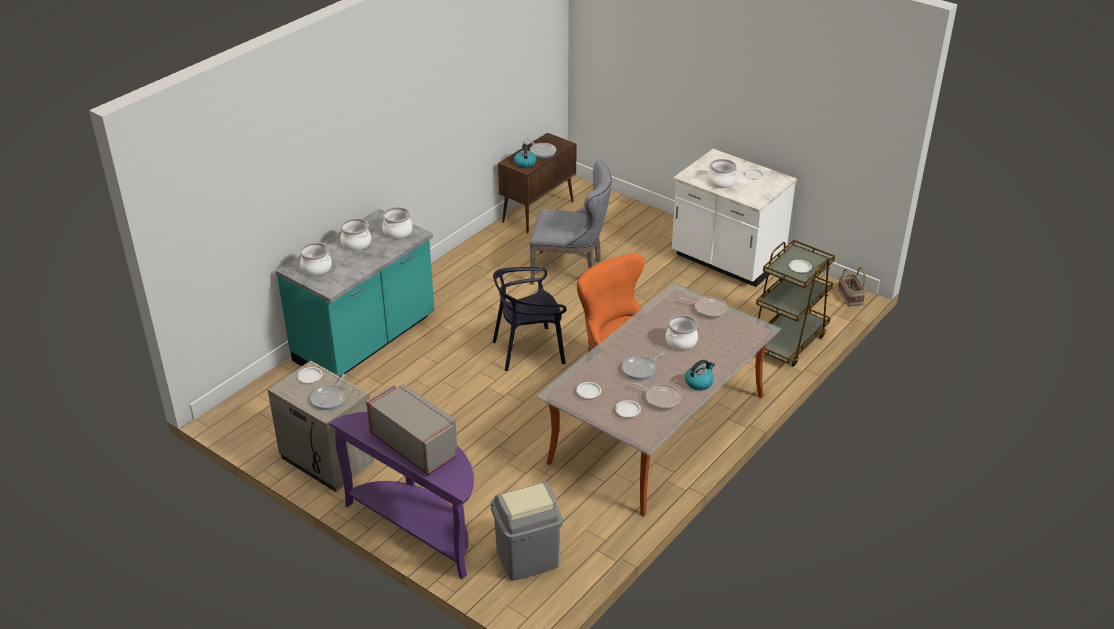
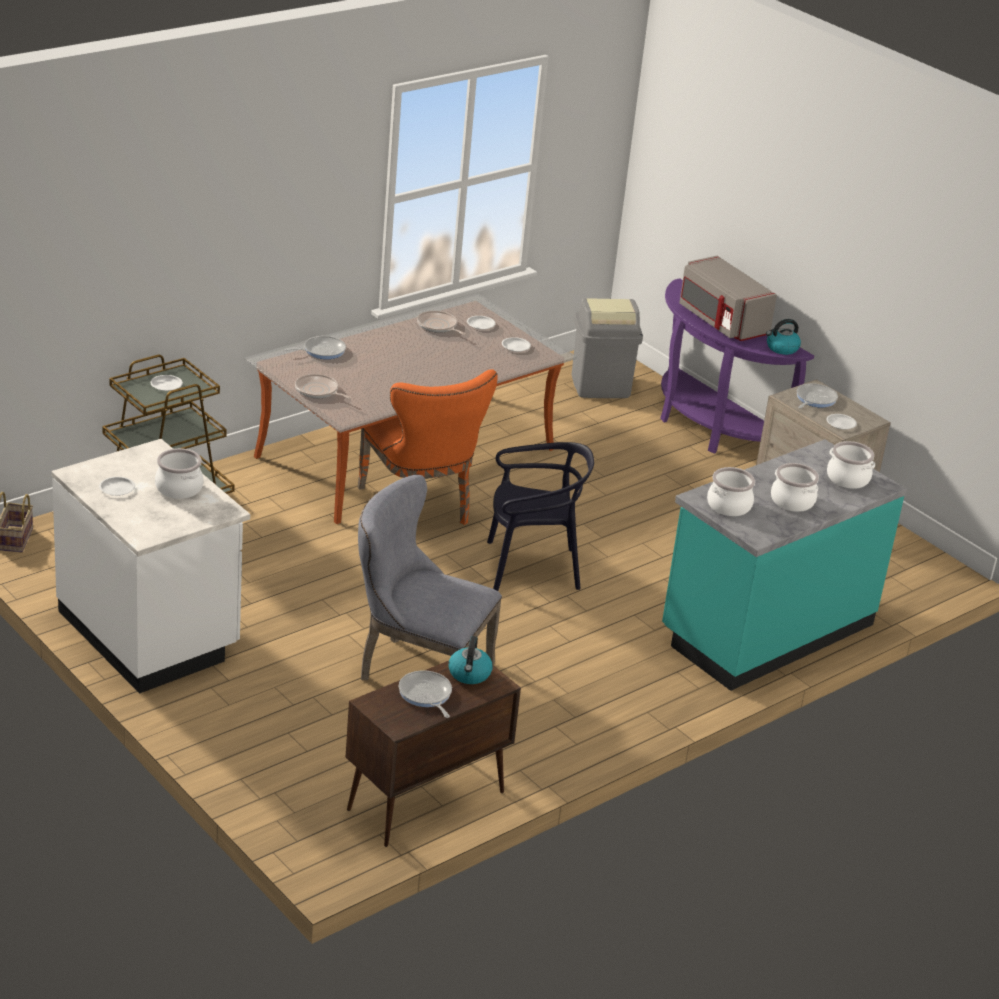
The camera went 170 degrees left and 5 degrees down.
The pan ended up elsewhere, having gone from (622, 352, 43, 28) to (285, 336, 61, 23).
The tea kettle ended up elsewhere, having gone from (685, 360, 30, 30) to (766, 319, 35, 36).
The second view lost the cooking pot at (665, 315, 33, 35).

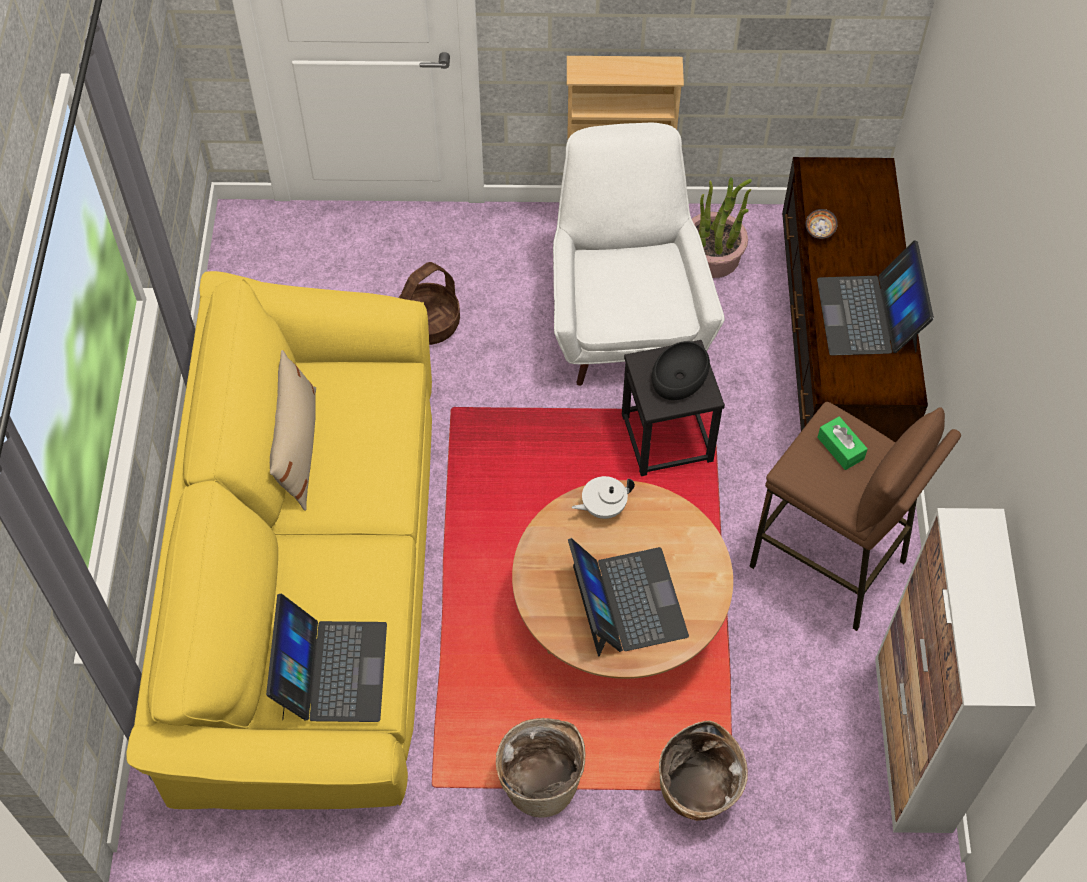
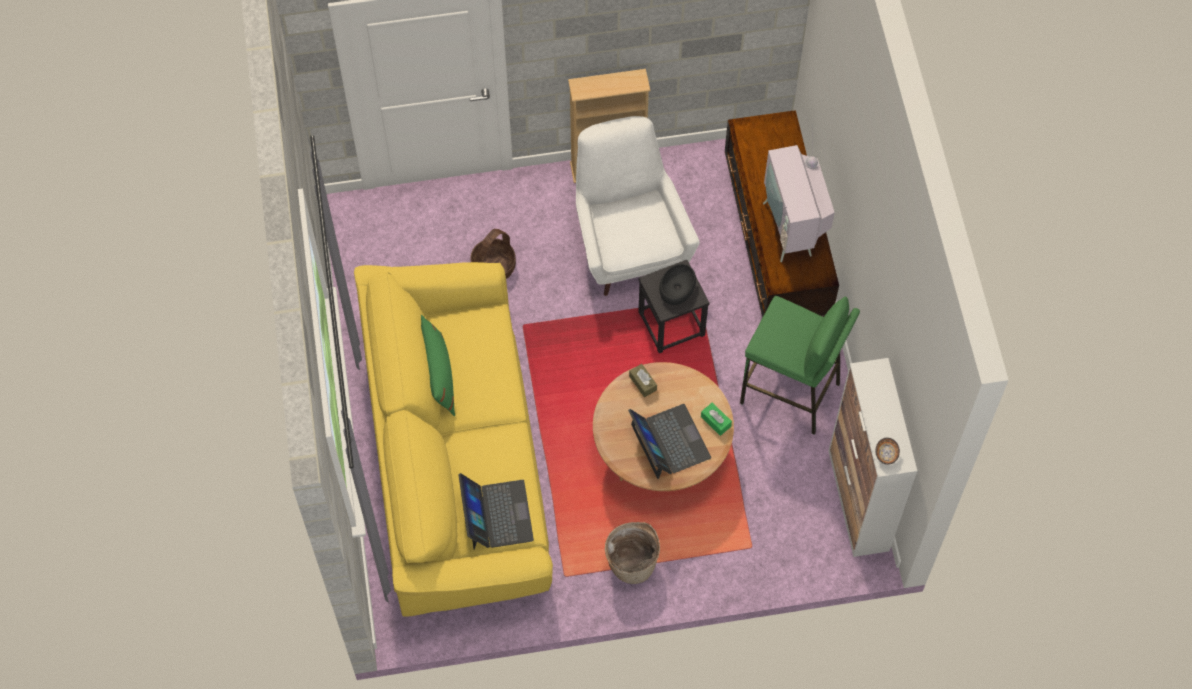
The camera went 10 degrees left and 5 degrees up.
What was the beige-coloured throw pillow at (270, 350, 46, 161) turned into the green-coloured throw pillow at (421, 315, 34, 101).
Where the white teapot stood at (572, 476, 63, 43), the brown box of tissues came to stand at (629, 364, 28, 33).
The green-coloured box of tissues ended up elsewhere, having gone from (817, 416, 51, 54) to (701, 403, 31, 33).
What was the brown sitting stool at (749, 402, 212, 229) turned into the green-coloured sitting stool at (740, 296, 120, 139).
Where the portable computer stood at (817, 240, 117, 116), the TV set came to stand at (763, 124, 72, 138).
The deep dish ended up elsewhere, having gone from (805, 209, 33, 30) to (875, 438, 25, 27).
The second view lost the household basket at (659, 721, 89, 100).
The second view lost the potted plant at (692, 177, 60, 101).

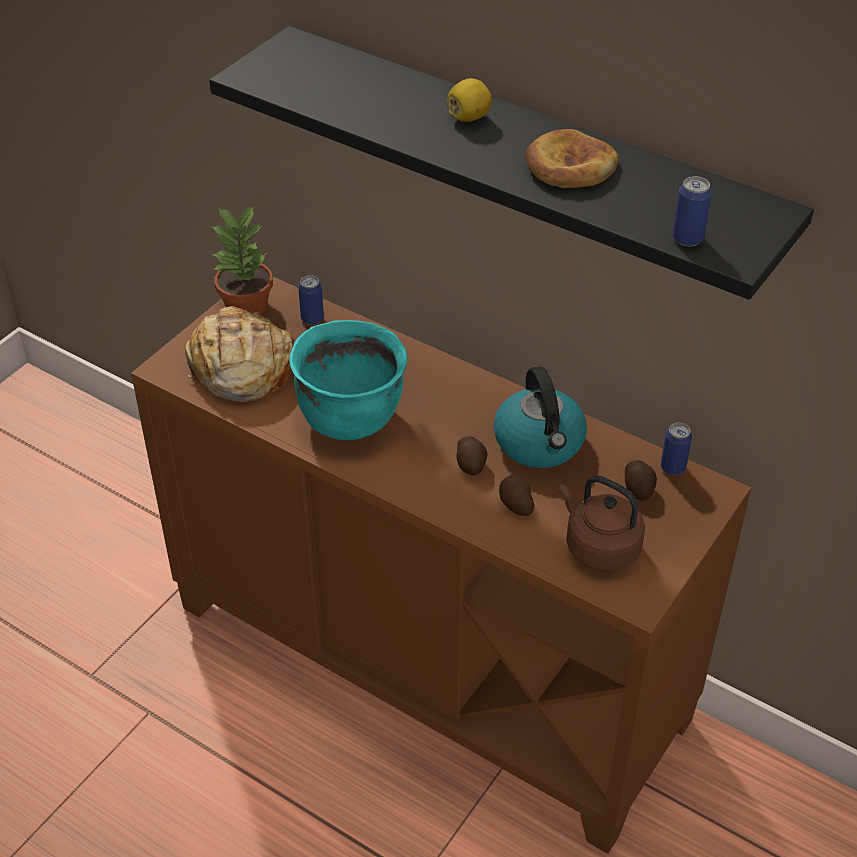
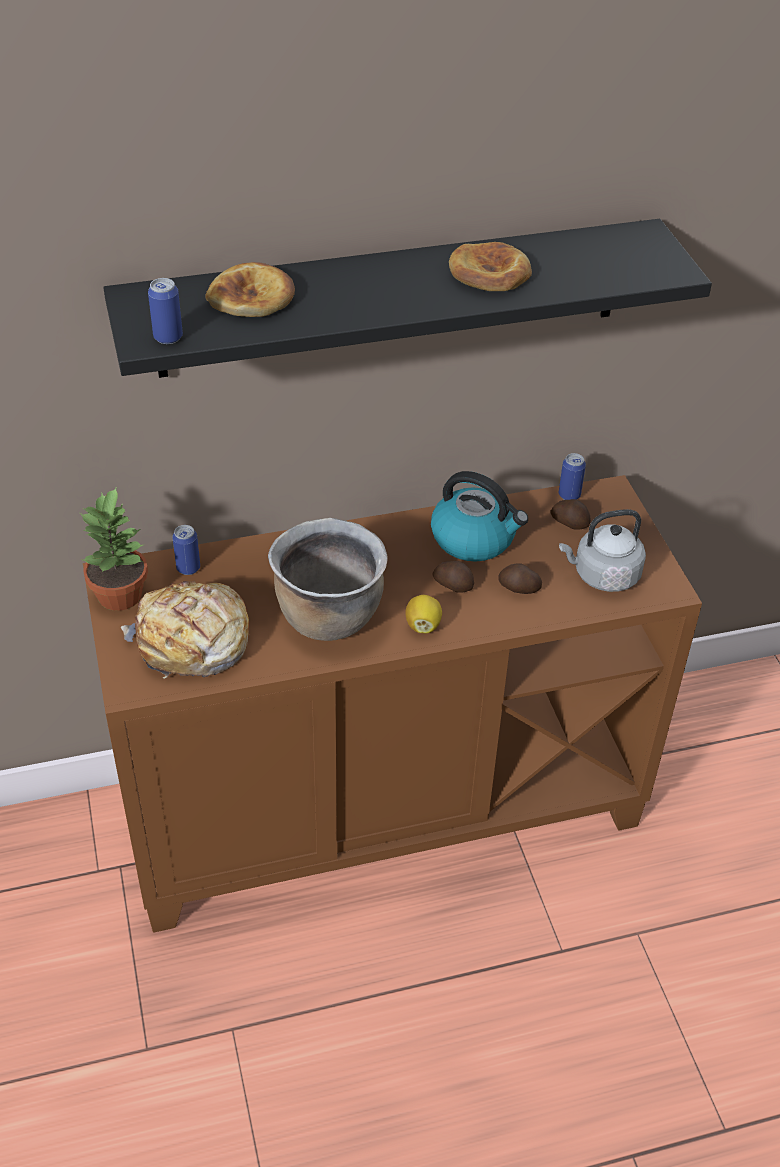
The camera went 50 degrees left and 0 degrees up.
The metal can ended up elsewhere, having gone from (673, 176, 39, 70) to (148, 278, 35, 66).
The second view gained the bakery bread at (205, 262, 90, 55).
What was the turquoise-coloured cooking pot at (289, 320, 119, 120) turned into the brown cooking pot at (268, 518, 119, 123).
The lemon ended up elsewhere, having gone from (447, 78, 45, 44) to (406, 595, 36, 39).
What was the brown tea kettle at (559, 476, 86, 95) turned into the greyish tea kettle at (559, 509, 87, 83).

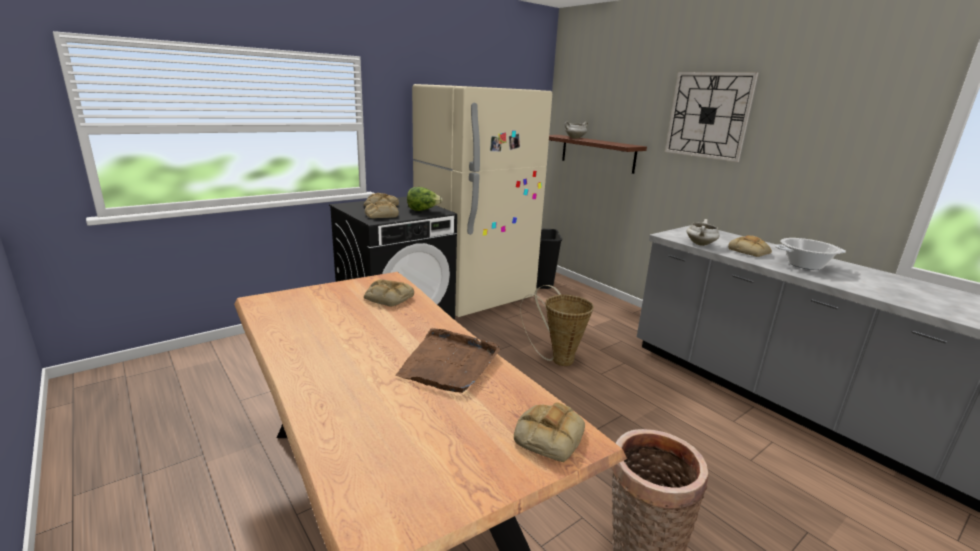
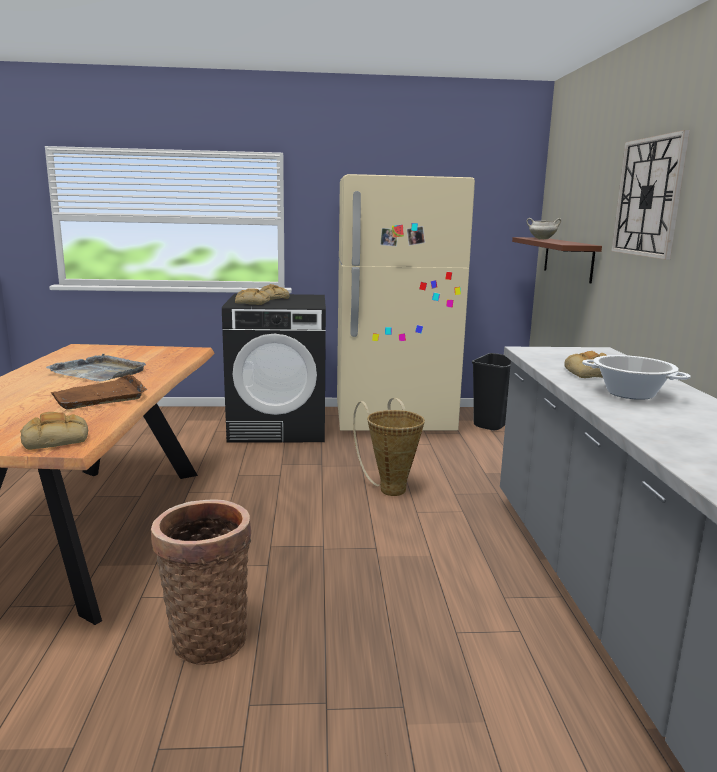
The camera went 35 degrees right and 5 degrees down.
The second view gained the greyish serving tray at (46, 354, 100, 28).
The second view lost the bakery bread at (364, 279, 50, 28).
The second view lost the lettuce at (407, 187, 36, 24).
The second view lost the white cooking pot at (687, 219, 33, 27).

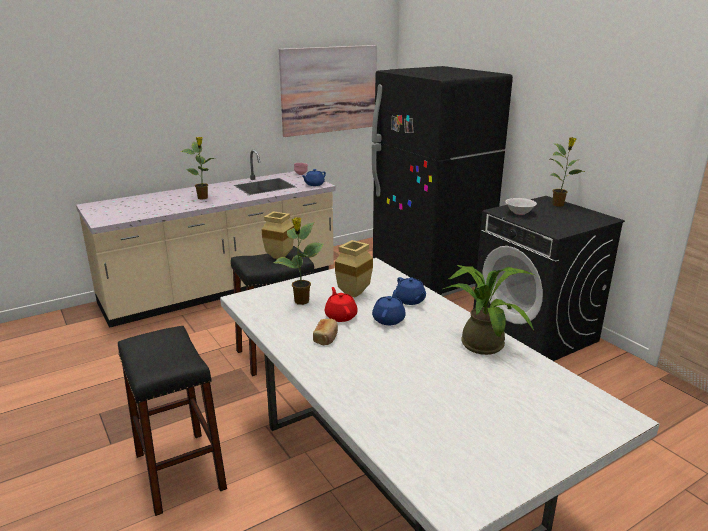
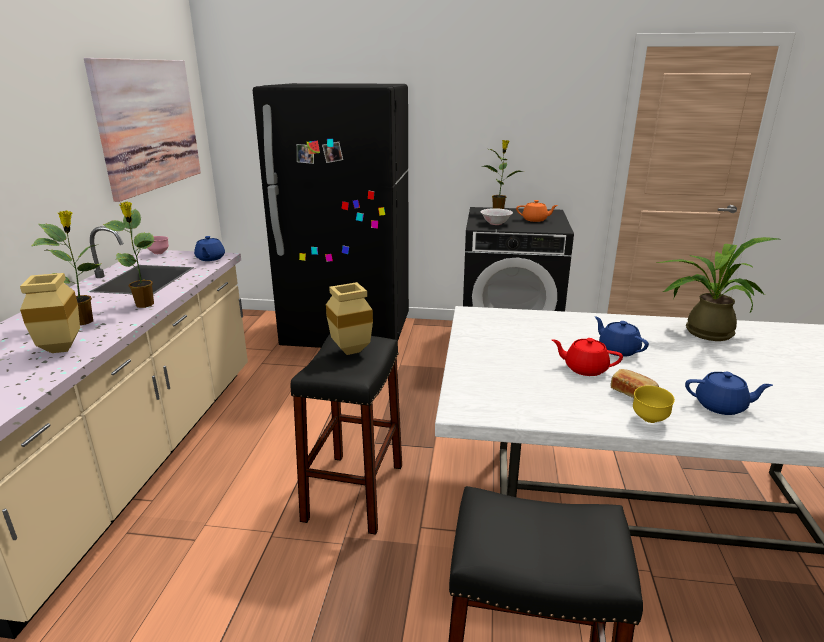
The camera went 50 degrees left and 0 degrees up.
The beige-coloured flower vase ended up elsewhere, having gone from (335, 240, 38, 57) to (20, 273, 60, 80).
The potted plant ended up elsewhere, having gone from (273, 217, 51, 88) to (103, 202, 52, 106).
The second view gained the orange teapot at (516, 200, 42, 22).
The second view gained the yellowish deep dish at (633, 386, 42, 37).
The blue-coloured teapot ended up elsewhere, having gone from (396, 277, 30, 28) to (685, 372, 88, 43).

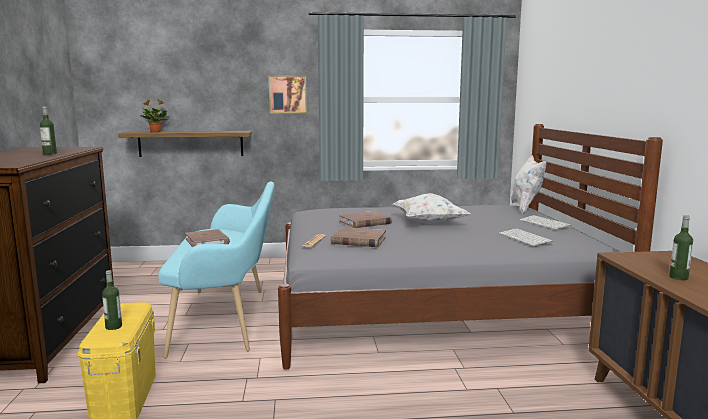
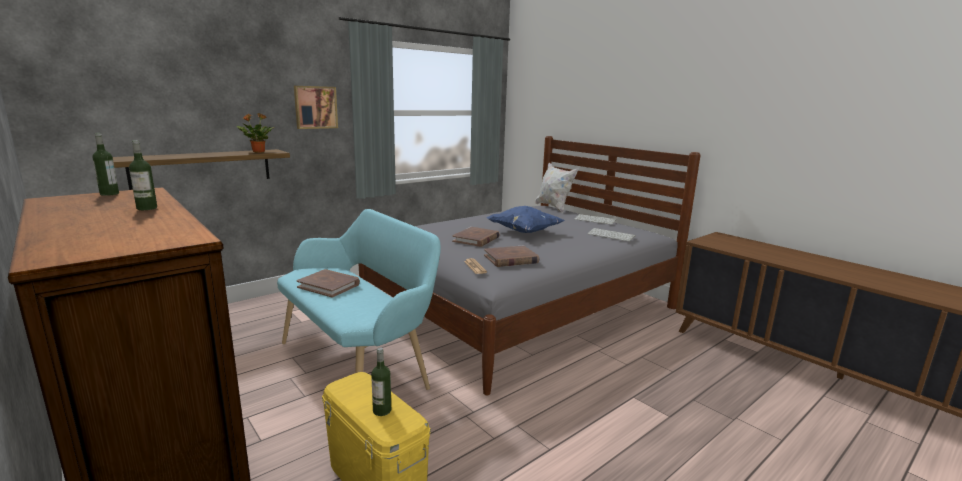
The camera went 35 degrees left and 5 degrees up.
The bottle ended up elsewhere, having gone from (669, 215, 24, 65) to (92, 133, 27, 63).
The potted plant ended up elsewhere, having gone from (141, 99, 27, 33) to (237, 113, 38, 40).
What was the white throw pillow at (393, 193, 77, 31) turned into the blue-coloured throw pillow at (486, 206, 78, 27).

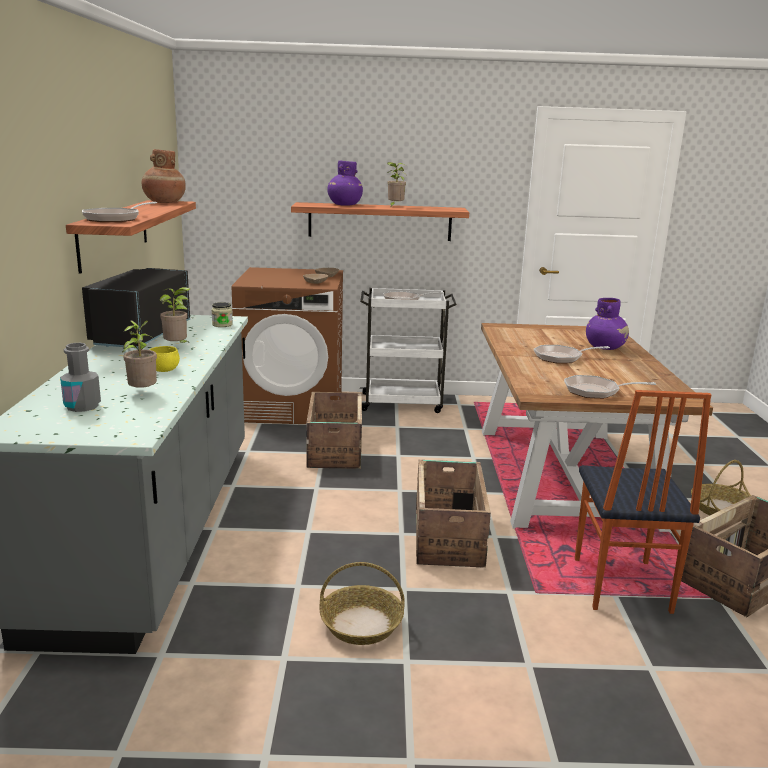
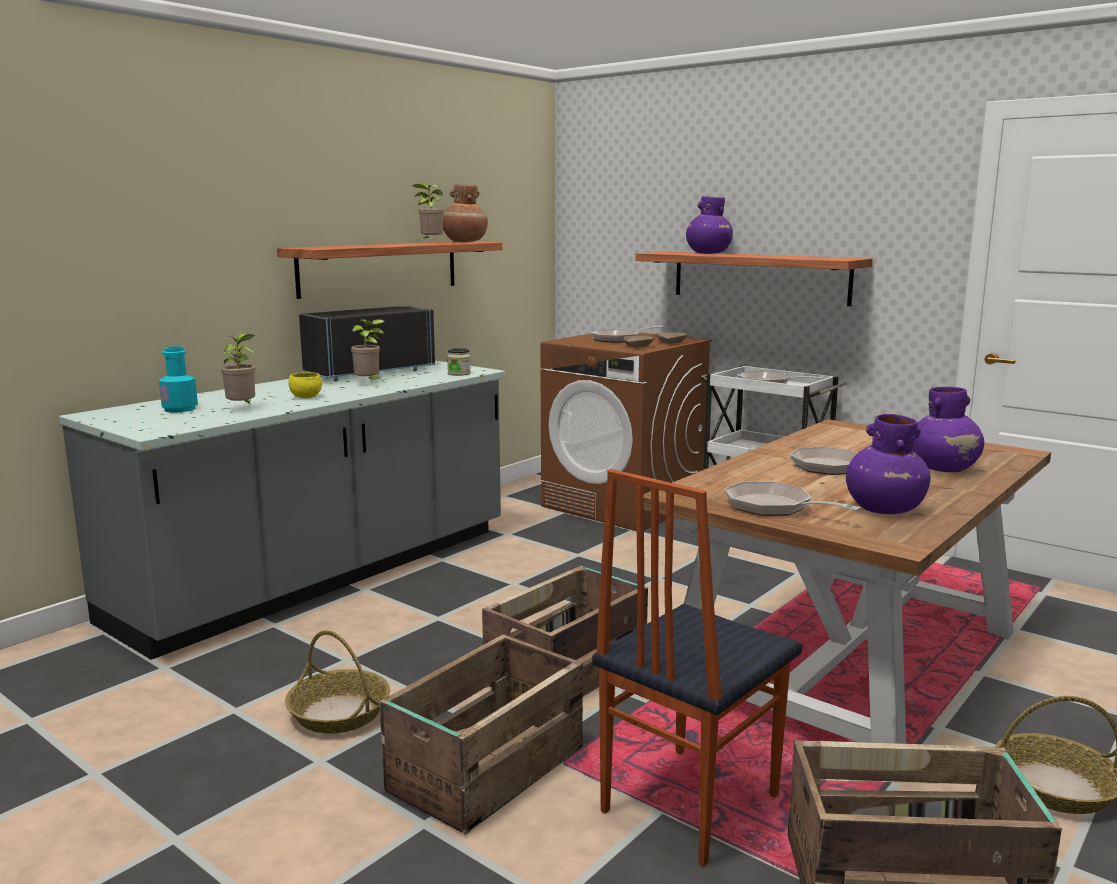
The camera went 40 degrees right and 5 degrees down.
What was the greyish bottle at (60, 343, 41, 69) turned into the turquoise-coloured bottle at (159, 346, 39, 67).
The crate ended up elsewhere, having gone from (306, 392, 56, 77) to (380, 634, 203, 201).
The potted plant ended up elsewhere, having gone from (387, 162, 20, 44) to (412, 183, 32, 58).
The pan ended up elsewhere, having gone from (82, 202, 75, 20) to (590, 326, 74, 17).
The second view gained the purple-coloured flower vase at (846, 414, 85, 100).

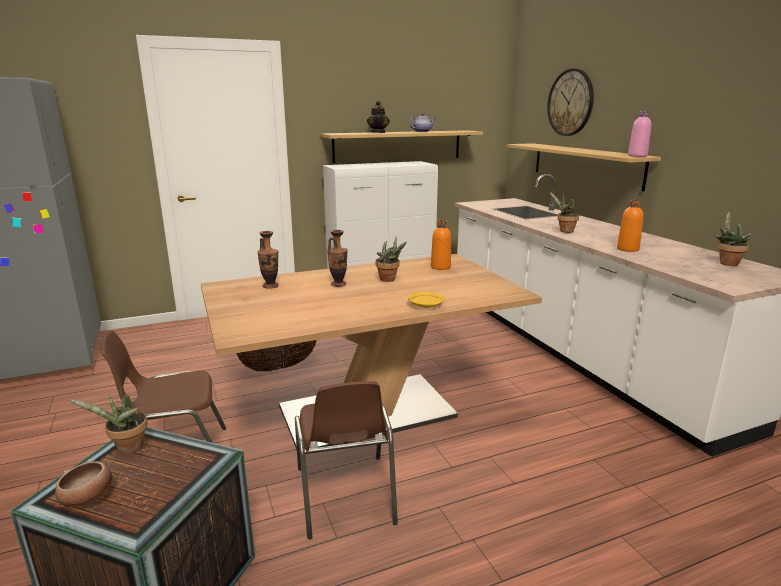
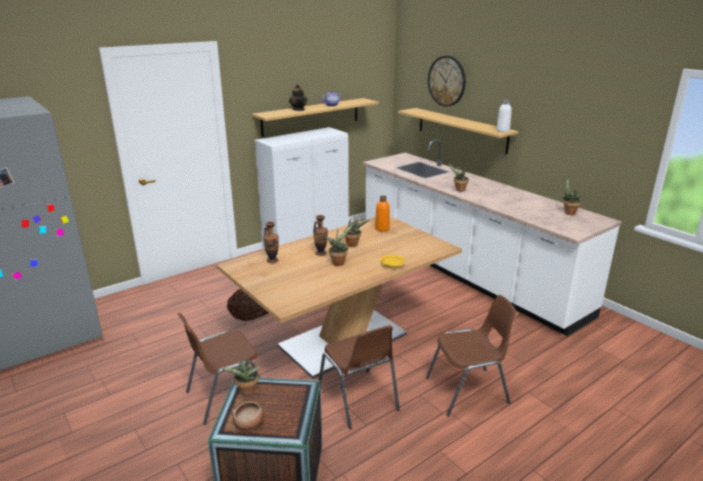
The camera went 15 degrees left and 5 degrees up.
The second view gained the potted plant at (324, 225, 28, 41).
The second view gained the brown upright chair at (426, 295, 91, 121).
What was the pink bottle at (628, 111, 23, 46) turned into the white bottle at (496, 100, 16, 32).
The second view lost the orange bottle at (617, 200, 27, 52).

